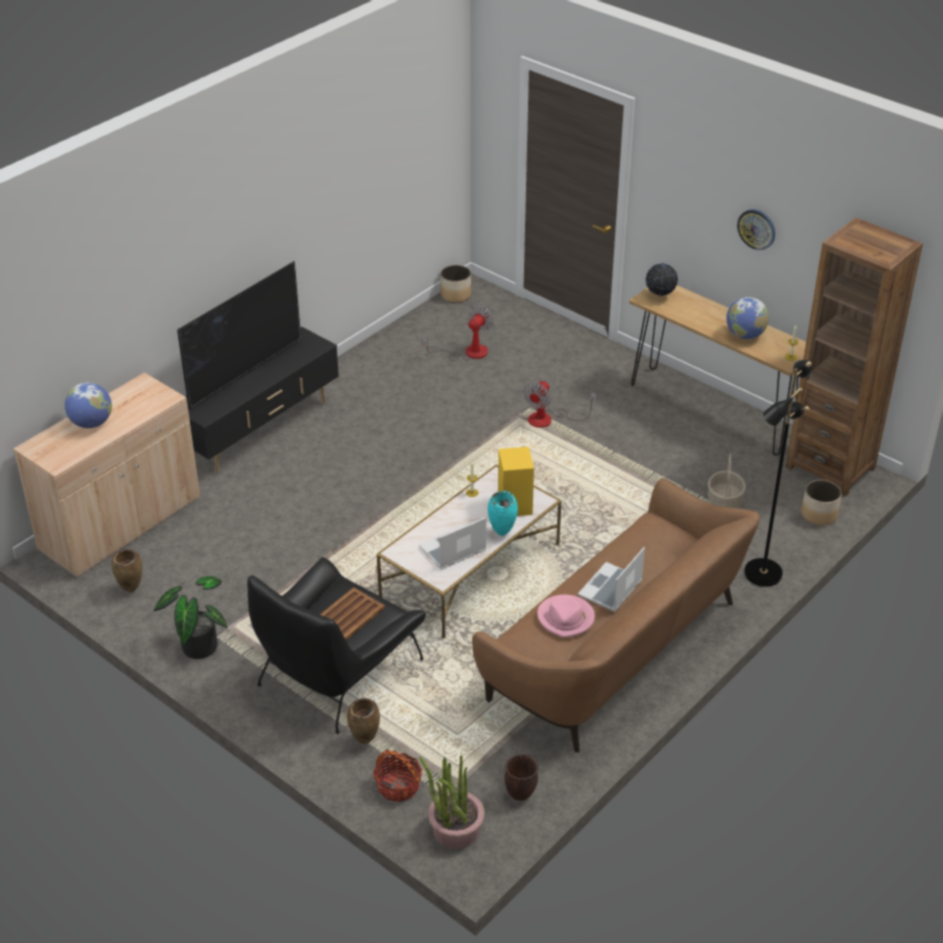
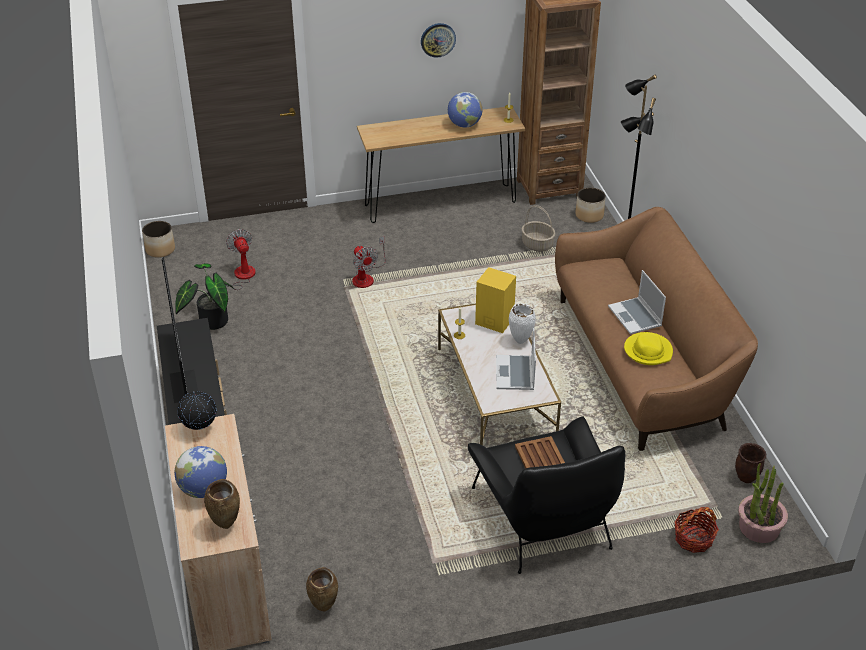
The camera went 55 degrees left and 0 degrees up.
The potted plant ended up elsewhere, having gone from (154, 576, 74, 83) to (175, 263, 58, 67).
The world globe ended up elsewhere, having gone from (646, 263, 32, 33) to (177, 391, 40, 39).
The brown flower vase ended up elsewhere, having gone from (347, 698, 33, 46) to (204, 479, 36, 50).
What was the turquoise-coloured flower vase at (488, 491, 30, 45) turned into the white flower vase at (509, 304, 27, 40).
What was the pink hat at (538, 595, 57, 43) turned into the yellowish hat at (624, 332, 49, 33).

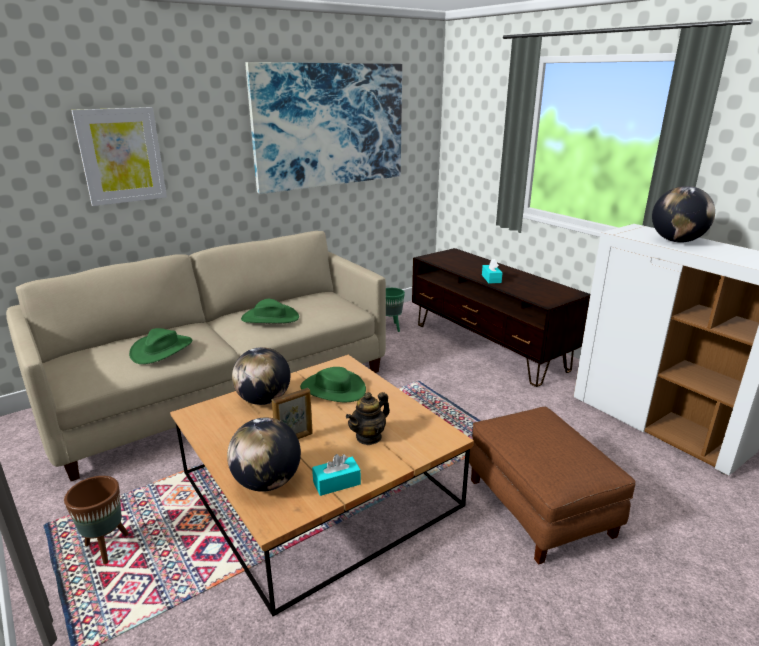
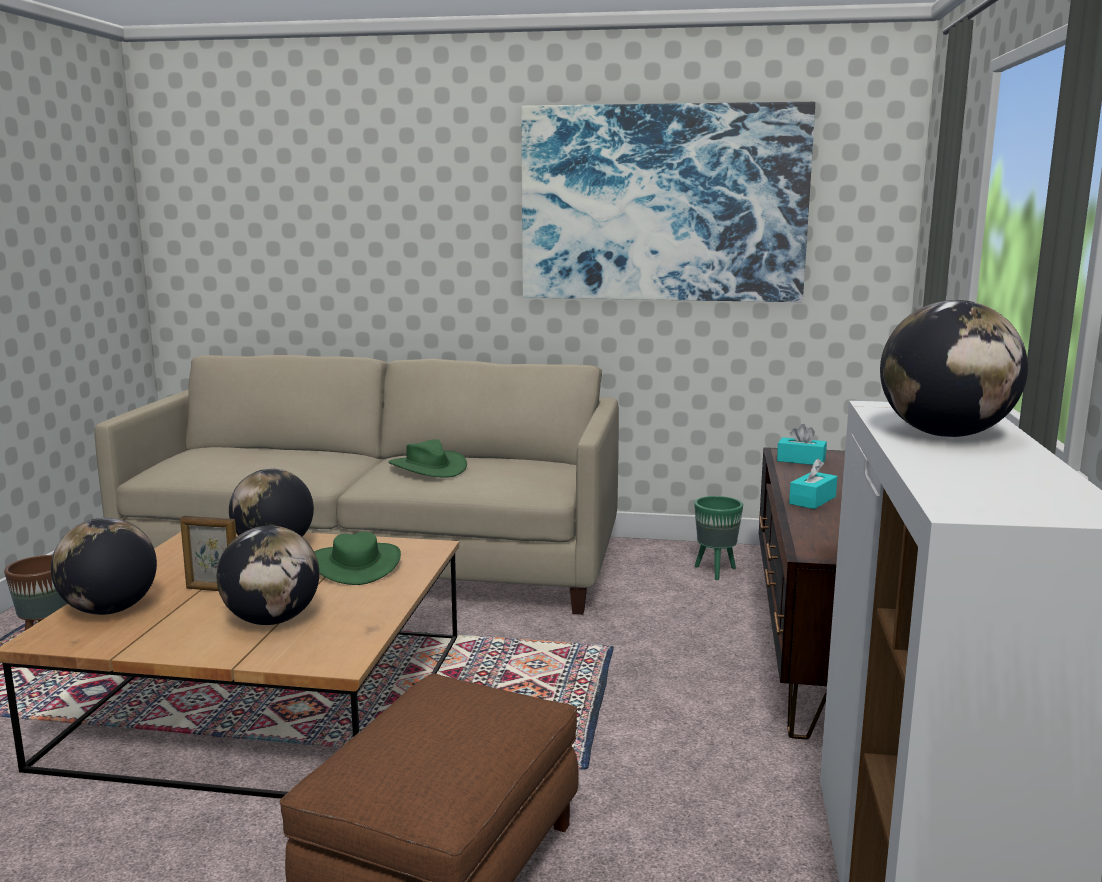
The camera went 45 degrees right and 10 degrees down.
Where the teapot stood at (346, 392, 44, 53), the world globe came to stand at (217, 525, 102, 100).
The turquoise-coloured box of tissues ended up elsewhere, having gone from (312, 454, 49, 42) to (777, 424, 50, 41).
The second view lost the wall picture at (71, 107, 96, 99).
The second view lost the green-coloured hat at (129, 328, 64, 36).

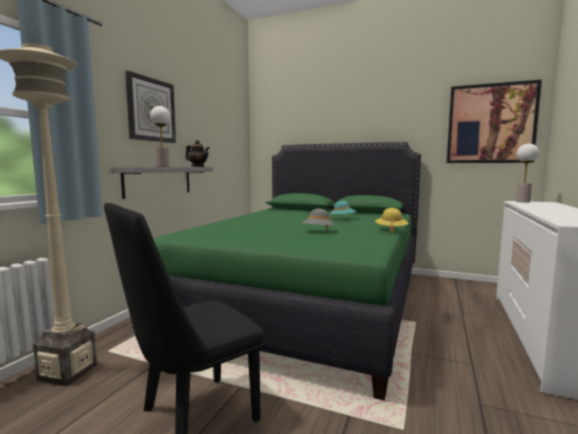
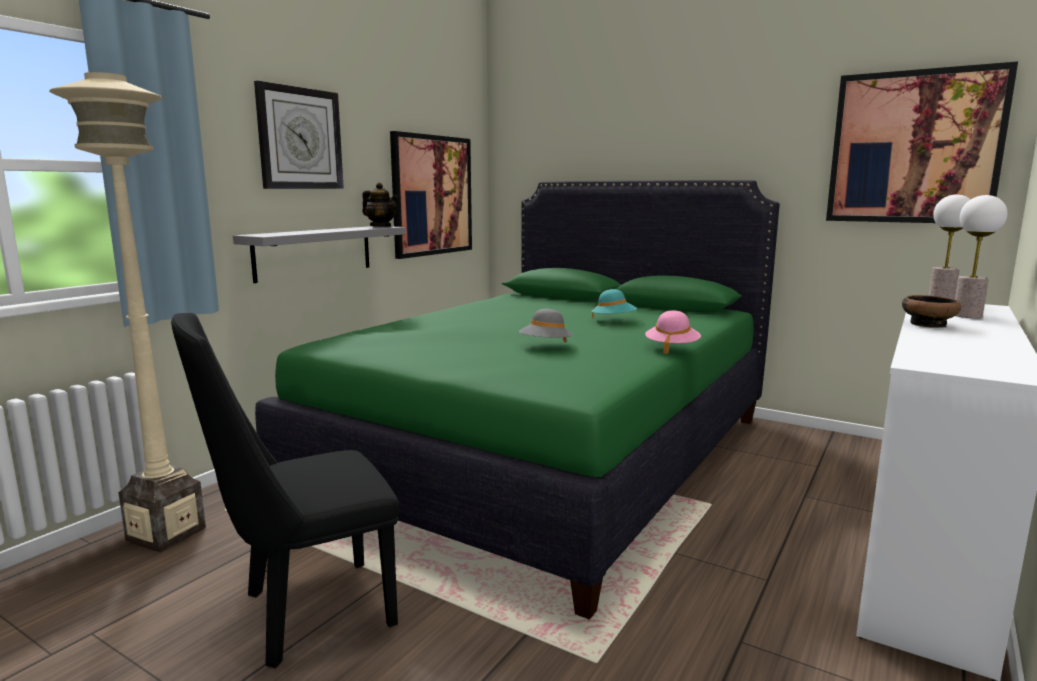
The camera went 10 degrees right and 5 degrees up.
The second view gained the wall picture at (390, 131, 82, 128).
What was the yellowish hat at (375, 208, 33, 25) turned into the pink hat at (645, 310, 56, 45).
The second view gained the deep dish at (902, 295, 59, 33).
The table lamp ended up elsewhere, having gone from (150, 106, 21, 61) to (955, 195, 52, 123).

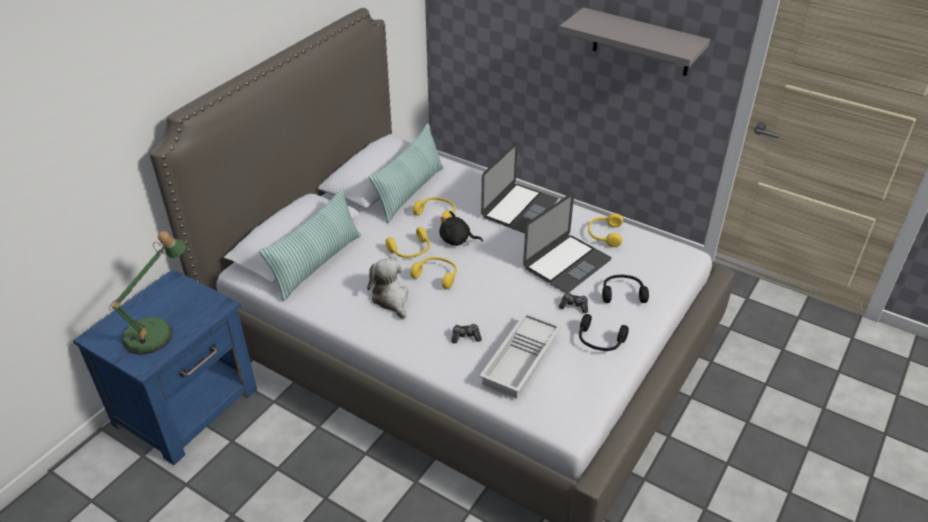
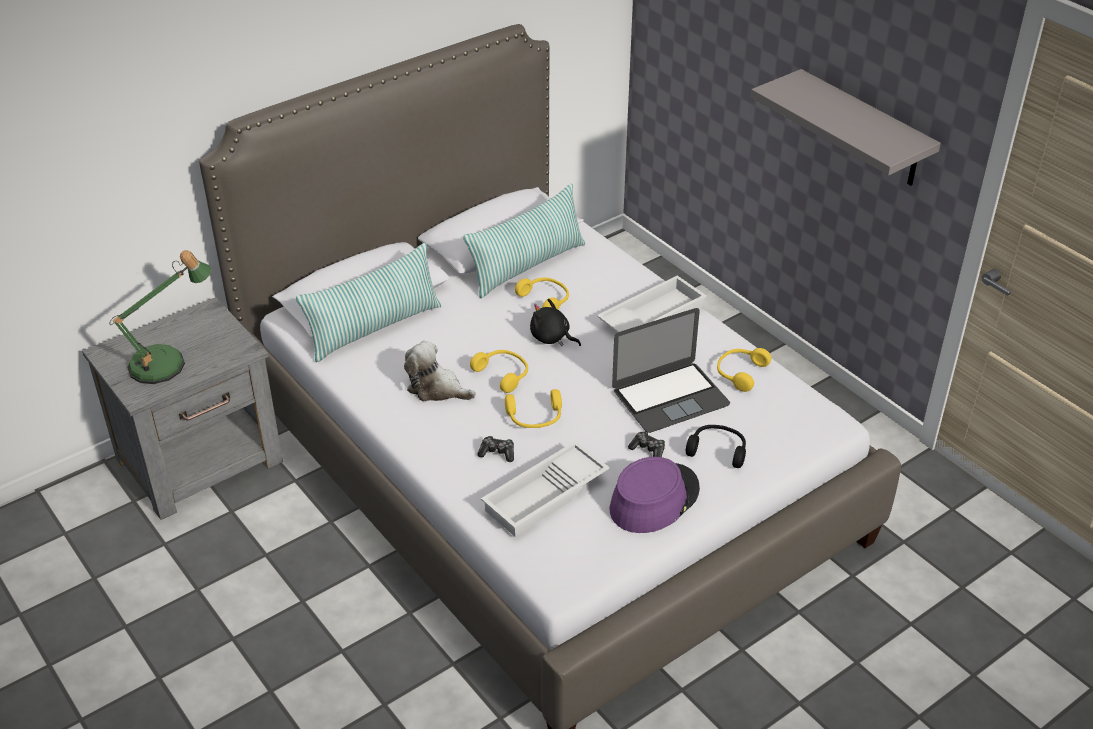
The camera went 20 degrees right and 0 degrees up.
What was the blue-coloured nightstand at (73, 269, 184, 196) turned into the greyish nightstand at (82, 297, 201, 223).
The soft toy at (367, 259, 41, 60) ended up facing another way, 60 degrees counterclockwise from before.
The yellowish headset ended up elsewhere, having gone from (386, 227, 44, 31) to (505, 389, 57, 39).
Where the portable computer stood at (481, 143, 77, 90), the white serving tray came to stand at (597, 276, 110, 56).
Where the blackish headset stood at (579, 314, 50, 37), the purple-coloured hat came to stand at (610, 457, 90, 76).

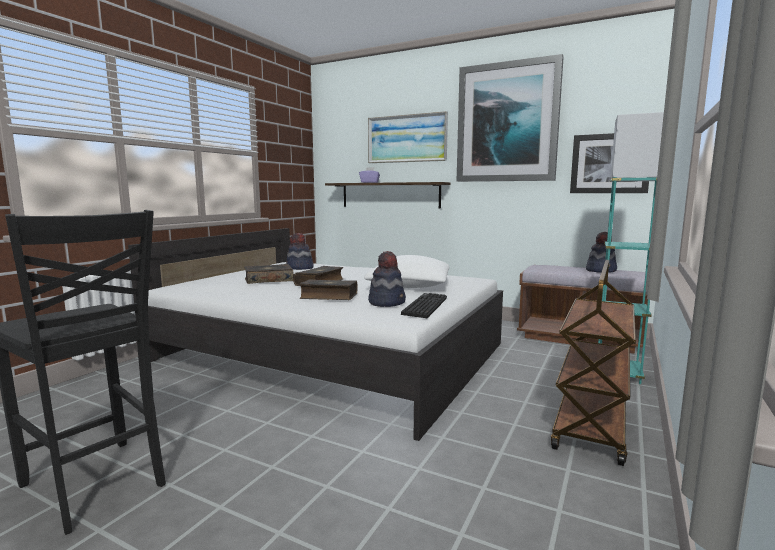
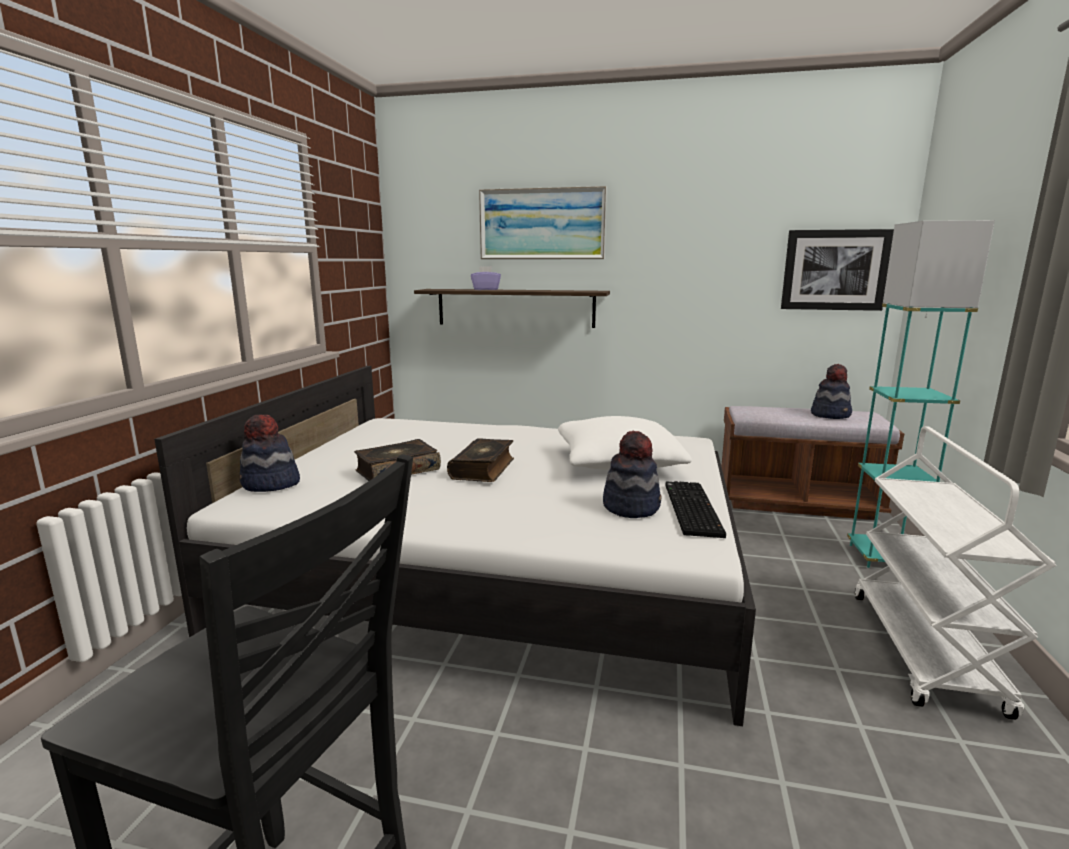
The camera went 15 degrees left and 5 degrees up.
The hat ended up elsewhere, having gone from (286, 233, 28, 37) to (240, 415, 60, 77).
What was the brown trolley at (551, 260, 85, 206) turned into the white trolley at (855, 426, 202, 294).
The second view lost the volume at (300, 279, 58, 21).
The second view lost the wall picture at (457, 54, 107, 128).

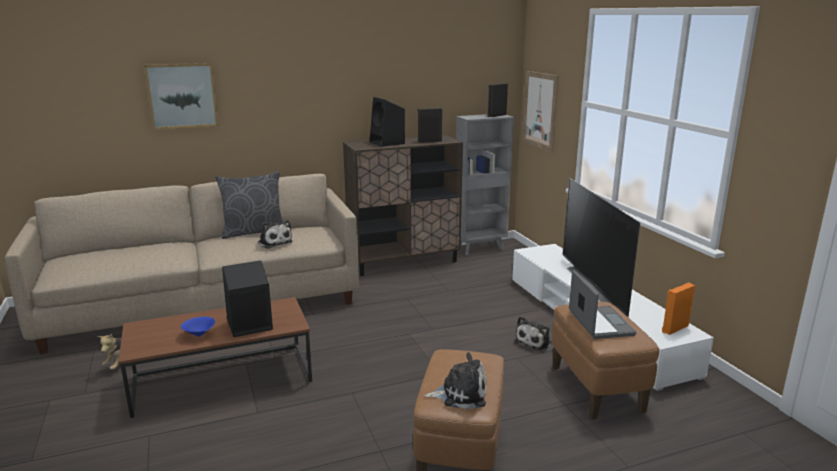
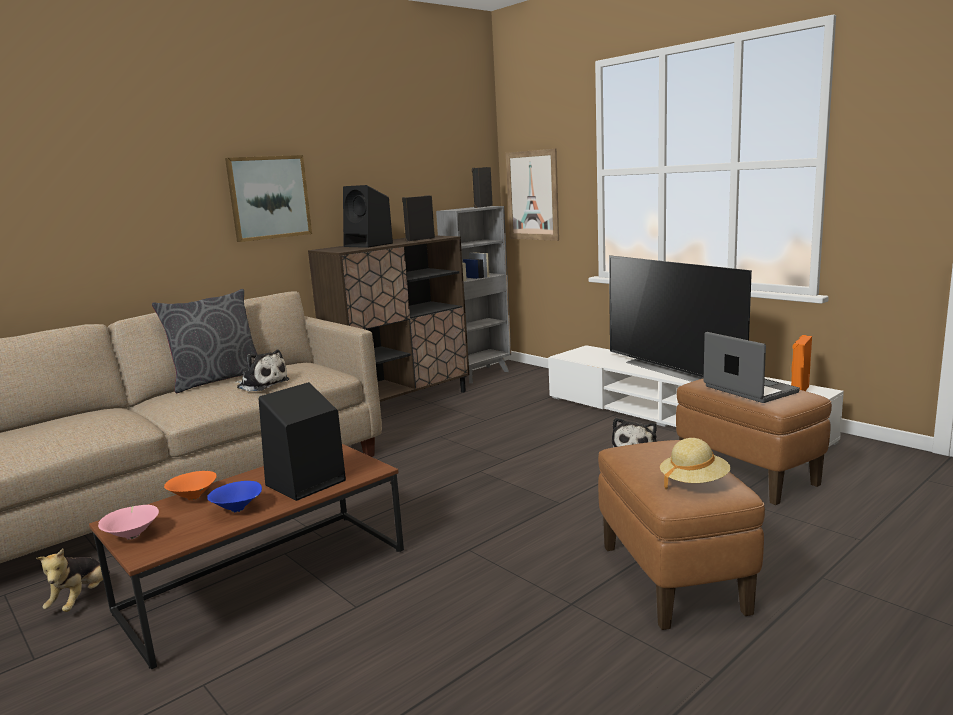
The camera went 20 degrees left and 5 degrees down.
The second view gained the pink deep dish at (98, 505, 61, 35).
The second view gained the orange deep dish at (164, 471, 53, 29).
The wall picture ended up elsewhere, having gone from (144, 63, 75, 67) to (225, 155, 87, 87).
Where the soft toy stood at (424, 352, 62, 57), the beige-coloured hat came to stand at (660, 438, 71, 52).

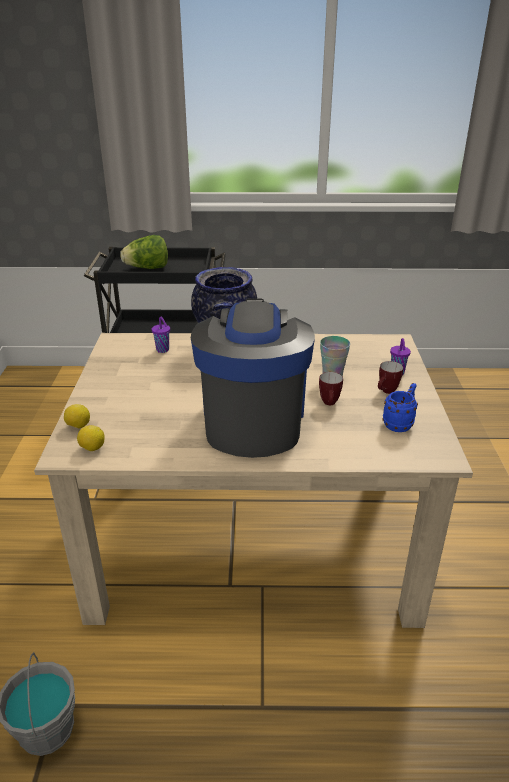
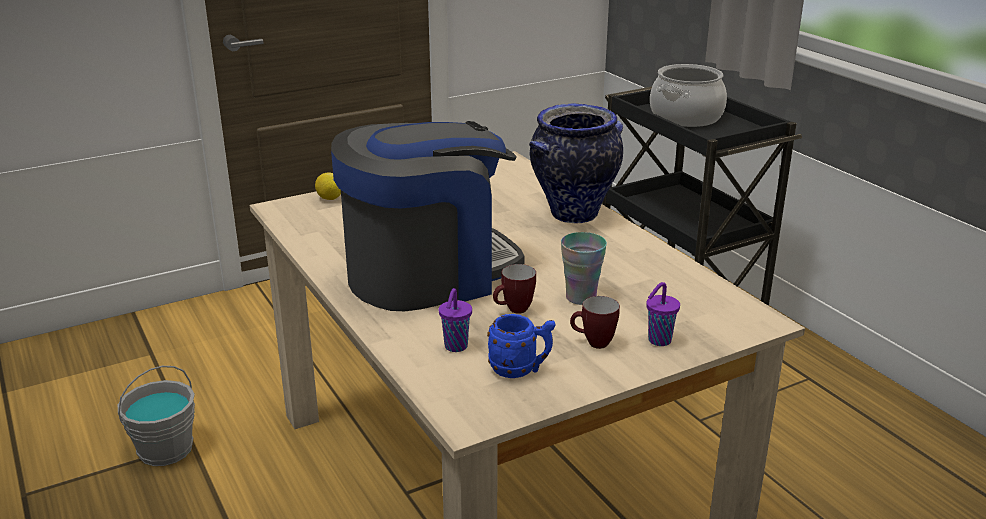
The camera went 60 degrees right and 5 degrees down.
The purple-coloured small cup ended up elsewhere, having gone from (152, 317, 18, 36) to (439, 288, 33, 64).
Where the lettuce stood at (120, 235, 48, 34), the cooking pot came to stand at (650, 64, 77, 63).
The second view lost the lemon at (77, 425, 28, 26).

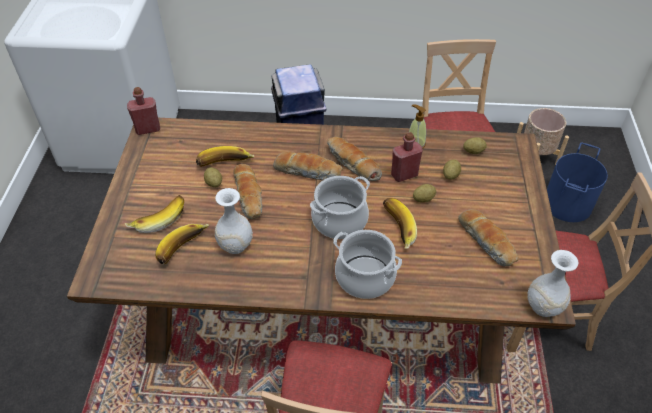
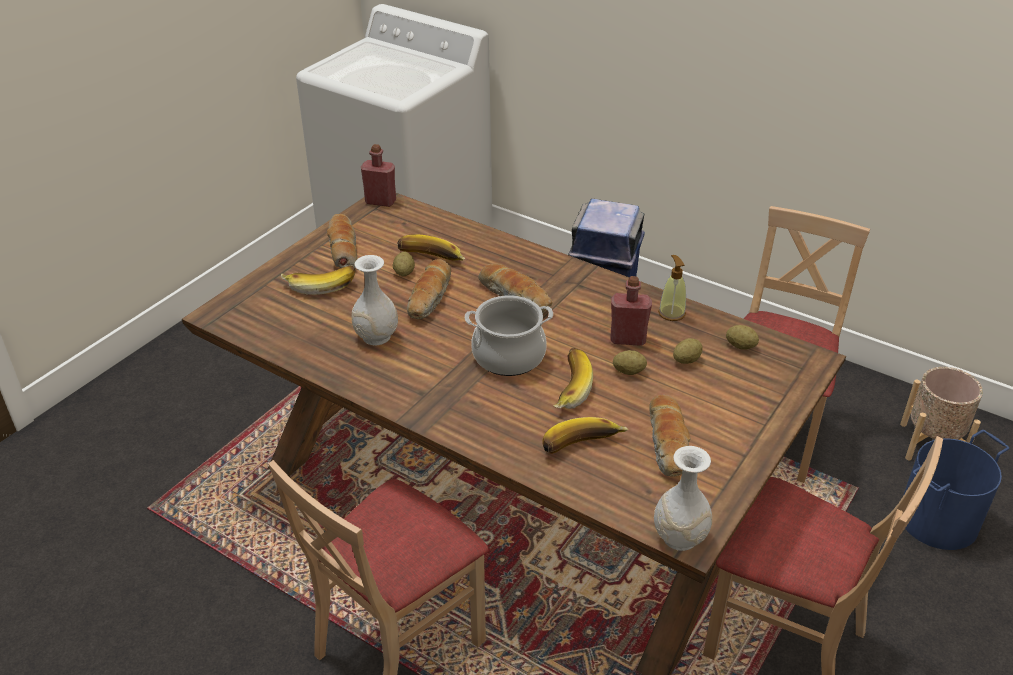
The camera went 30 degrees right and 10 degrees down.
The bakery bread ended up elsewhere, having gone from (327, 137, 55, 44) to (327, 214, 31, 54).
The whole banana ended up elsewhere, having gone from (155, 224, 55, 40) to (542, 417, 86, 37).
The second view lost the cooking pot at (333, 230, 69, 69).

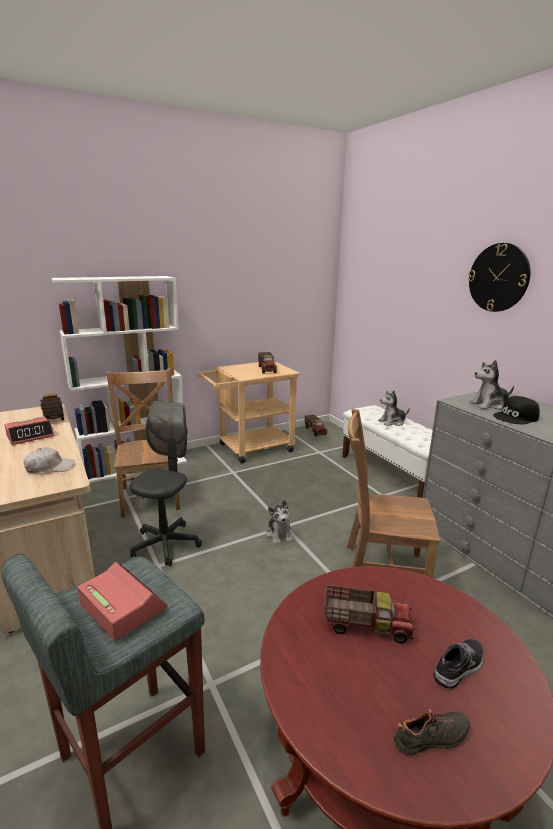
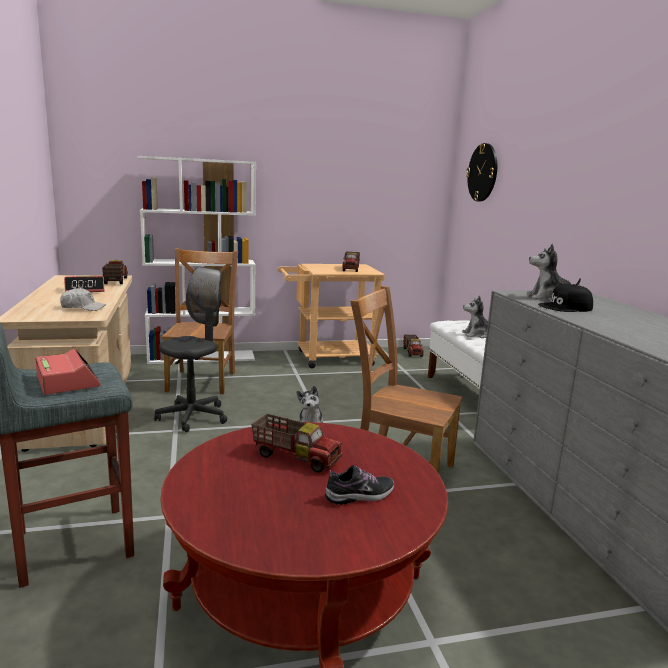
The camera went 15 degrees right and 5 degrees down.
The wall clock ended up elsewhere, having gone from (468, 243, 62, 69) to (466, 143, 31, 59).
The second view lost the blackish low shoe at (394, 709, 76, 47).

